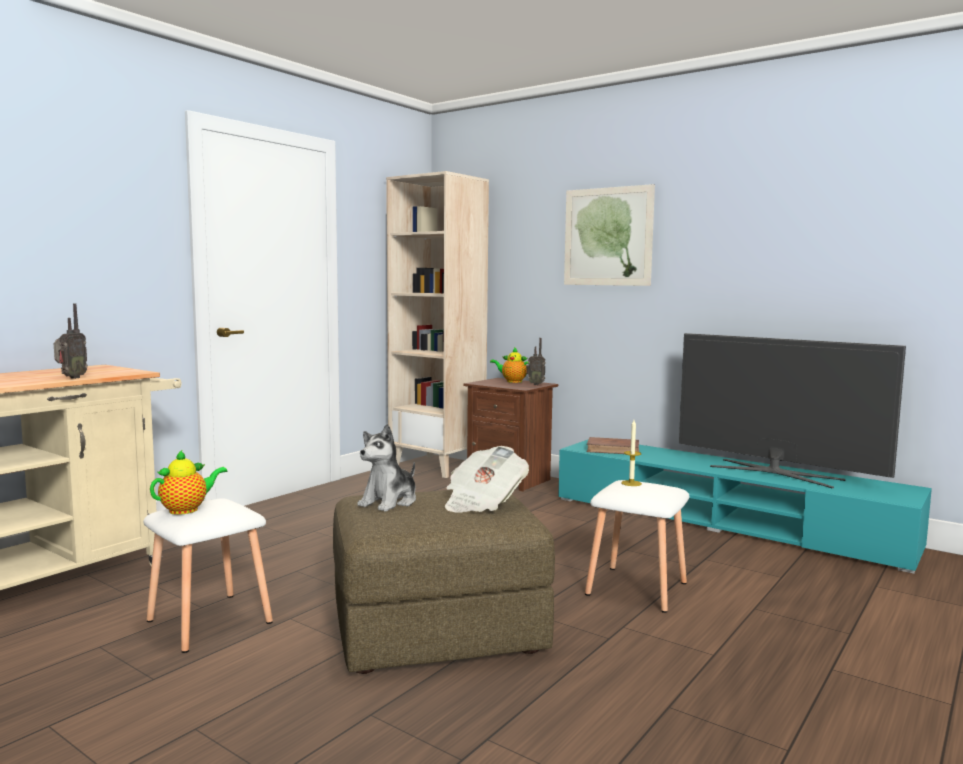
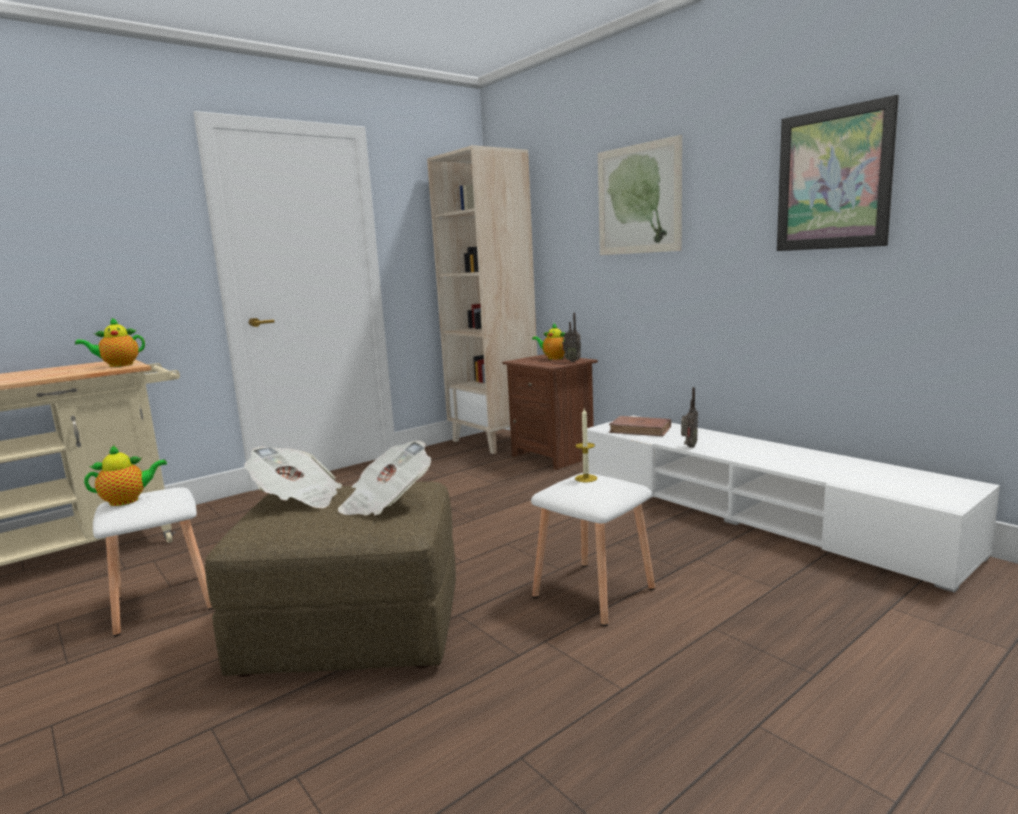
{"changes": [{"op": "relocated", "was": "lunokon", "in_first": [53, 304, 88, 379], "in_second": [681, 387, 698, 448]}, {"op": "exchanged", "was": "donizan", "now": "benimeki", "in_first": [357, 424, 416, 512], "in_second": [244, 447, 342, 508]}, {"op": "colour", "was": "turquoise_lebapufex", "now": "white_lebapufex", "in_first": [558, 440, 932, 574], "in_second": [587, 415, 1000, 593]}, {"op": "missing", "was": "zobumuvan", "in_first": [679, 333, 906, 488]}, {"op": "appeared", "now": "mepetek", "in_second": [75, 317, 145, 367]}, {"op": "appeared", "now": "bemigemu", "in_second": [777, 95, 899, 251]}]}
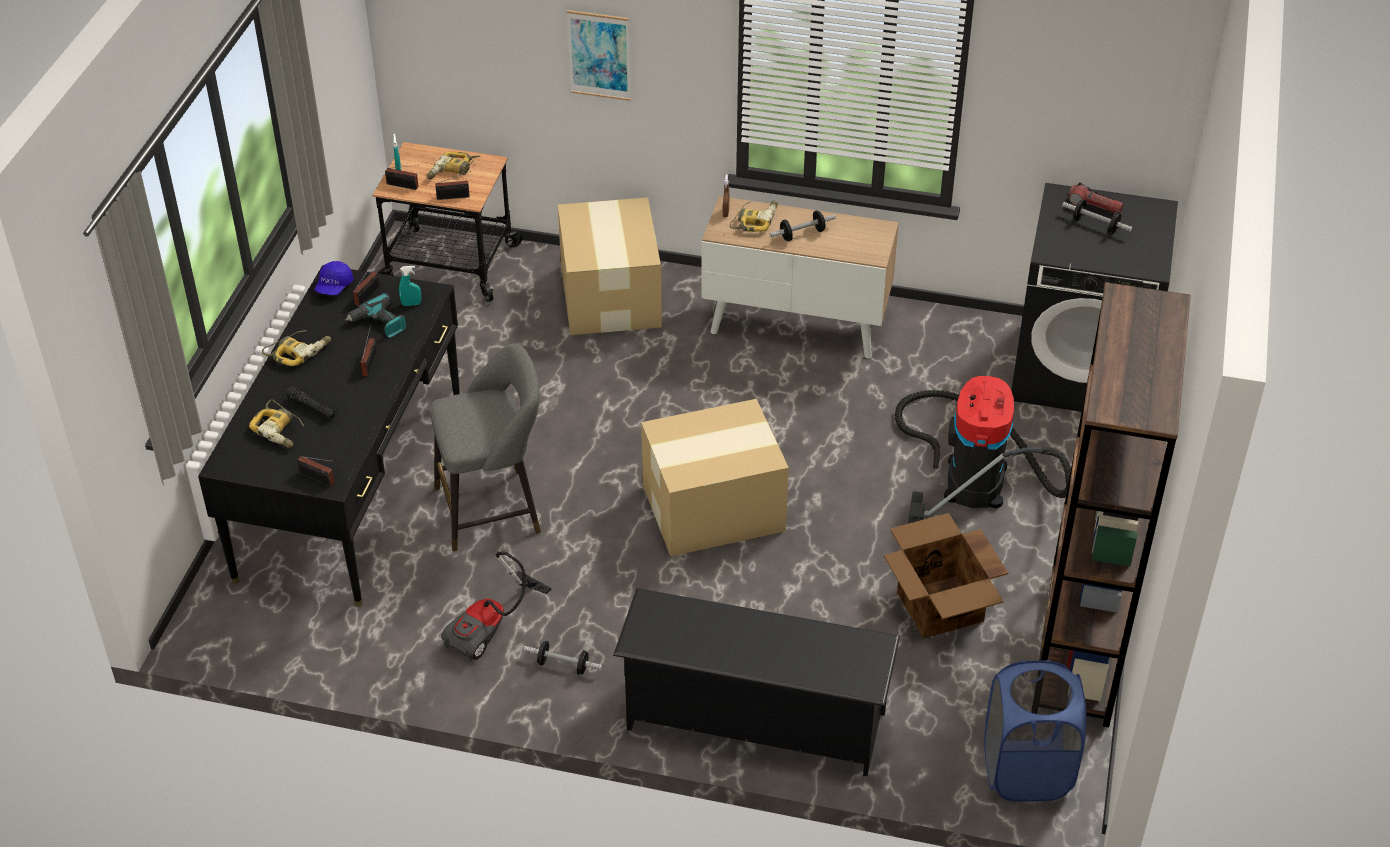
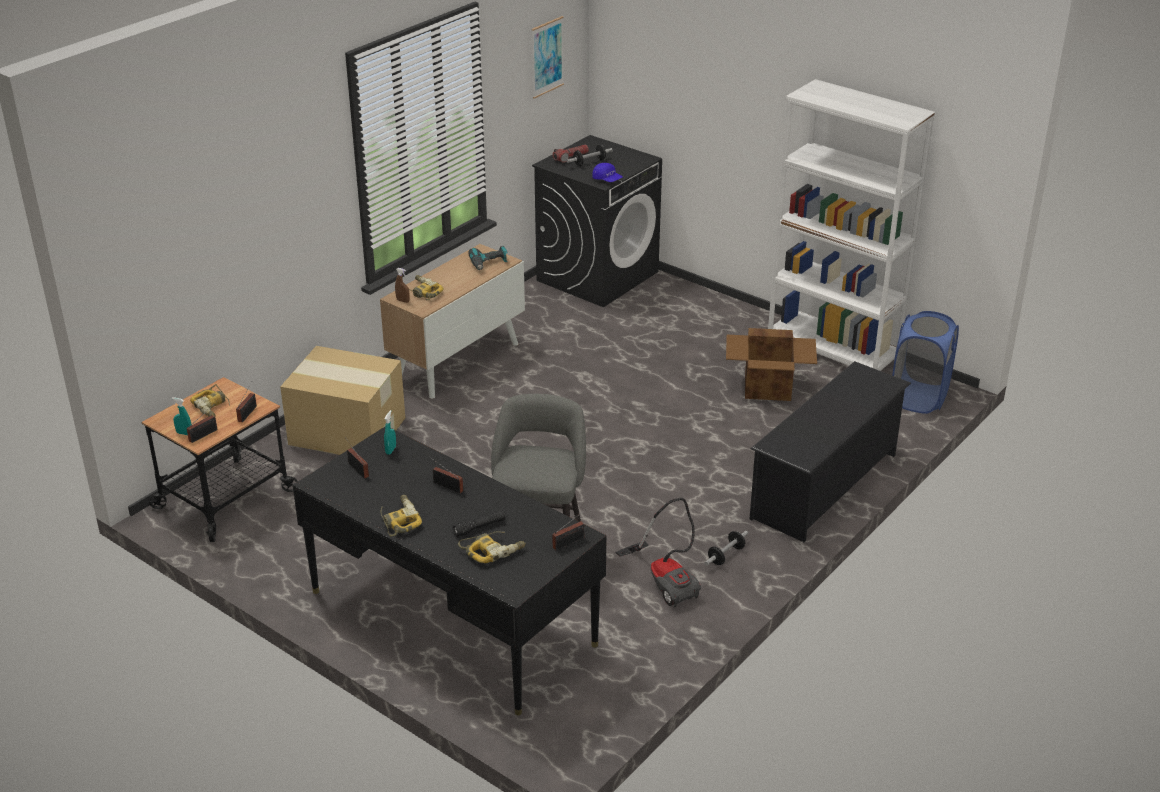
{"changes": [{"op": "relocated", "was": "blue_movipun", "in_first": [315, 261, 354, 295], "in_second": [593, 163, 623, 182]}, {"op": "relocated", "was": "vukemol", "in_first": [345, 293, 406, 338], "in_second": [468, 246, 508, 270]}, {"op": "relocated", "was": "bemigemu", "in_first": [567, 10, 631, 101], "in_second": [532, 16, 564, 99]}, {"op": "missing", "was": "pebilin", "in_first": [641, 399, 789, 557]}, {"op": "missing", "was": "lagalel", "in_first": [770, 211, 836, 241]}, {"op": "missing", "was": "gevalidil", "in_first": [895, 376, 1071, 524]}, {"op": "colour", "was": "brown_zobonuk", "now": "white_zobonuk", "in_first": [1039, 282, 1191, 728], "in_second": [768, 79, 935, 371]}]}
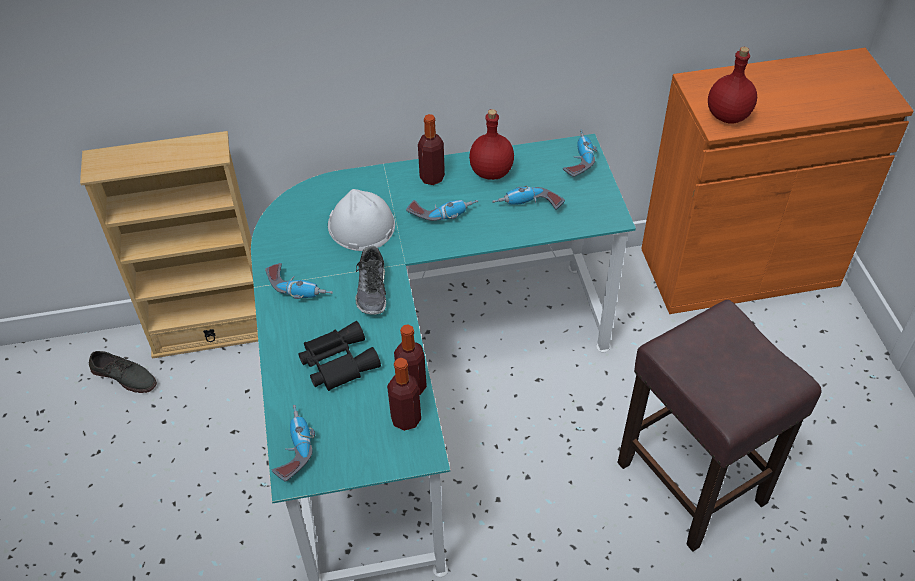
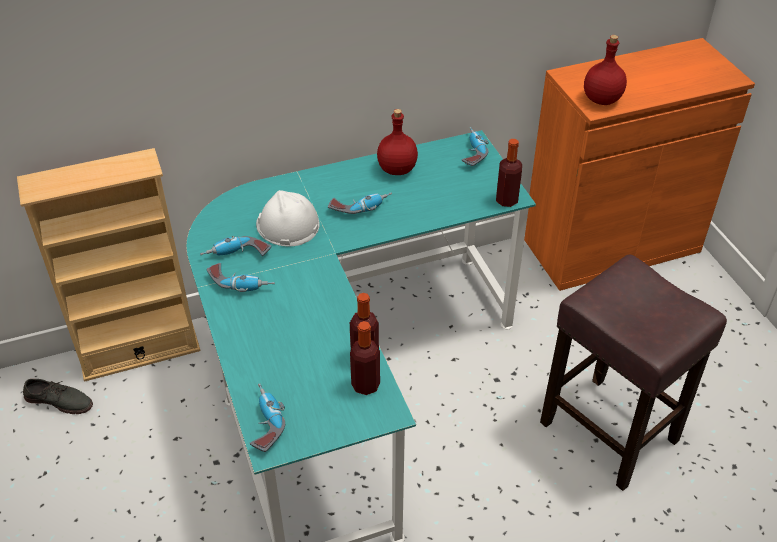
{"changes": [{"op": "missing", "was": "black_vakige", "in_first": [298, 321, 381, 391]}, {"op": "missing", "was": "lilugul", "in_first": [355, 246, 386, 315]}, {"op": "relocated", "was": "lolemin", "in_first": [418, 114, 445, 185], "in_second": [496, 139, 522, 207]}, {"op": "relocated", "was": "vukemol", "in_first": [492, 186, 565, 210], "in_second": [200, 236, 271, 256]}]}
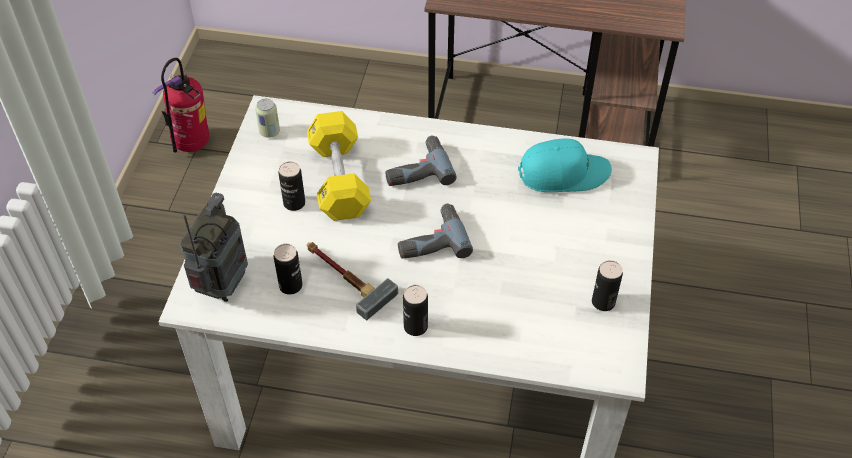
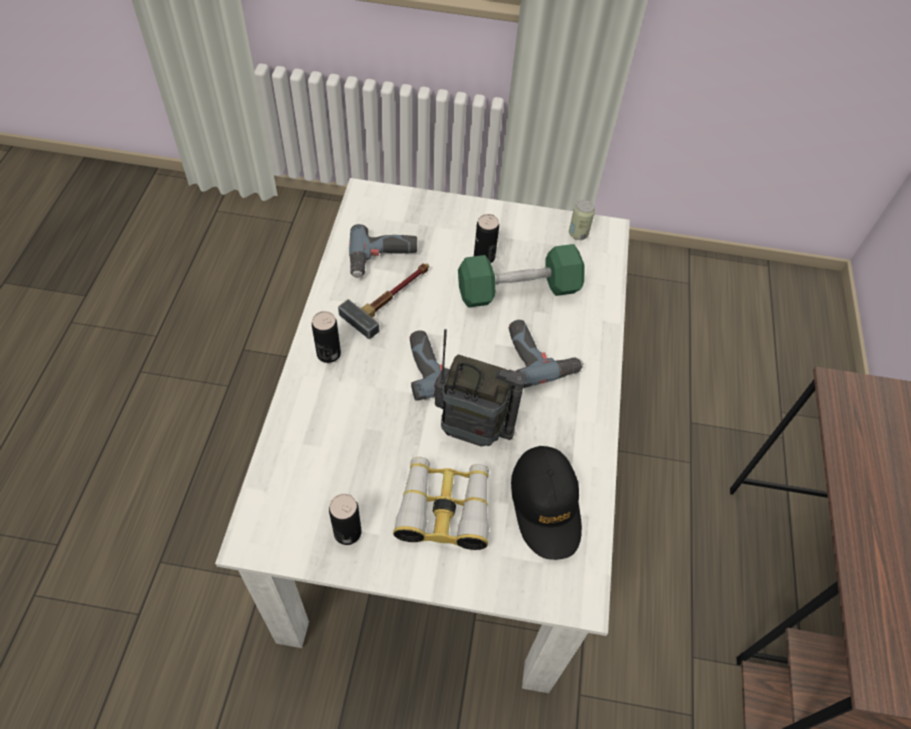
{"changes": [{"op": "missing", "was": "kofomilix", "in_first": [152, 58, 209, 153]}, {"op": "relocated", "was": "lunokon", "in_first": [180, 193, 248, 302], "in_second": [434, 329, 527, 447]}, {"op": "exchanged", "was": "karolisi", "now": "vukemol", "in_first": [274, 244, 303, 295], "in_second": [349, 224, 417, 278]}, {"op": "colour", "was": "yellow_lagalel", "now": "green_lagalel", "in_first": [307, 111, 371, 221], "in_second": [458, 244, 584, 308]}, {"op": "colour", "was": "turquoise_movipun", "now": "black_movipun", "in_first": [518, 138, 612, 192], "in_second": [511, 446, 582, 560]}, {"op": "appeared", "now": "vakige", "in_second": [393, 457, 489, 550]}]}
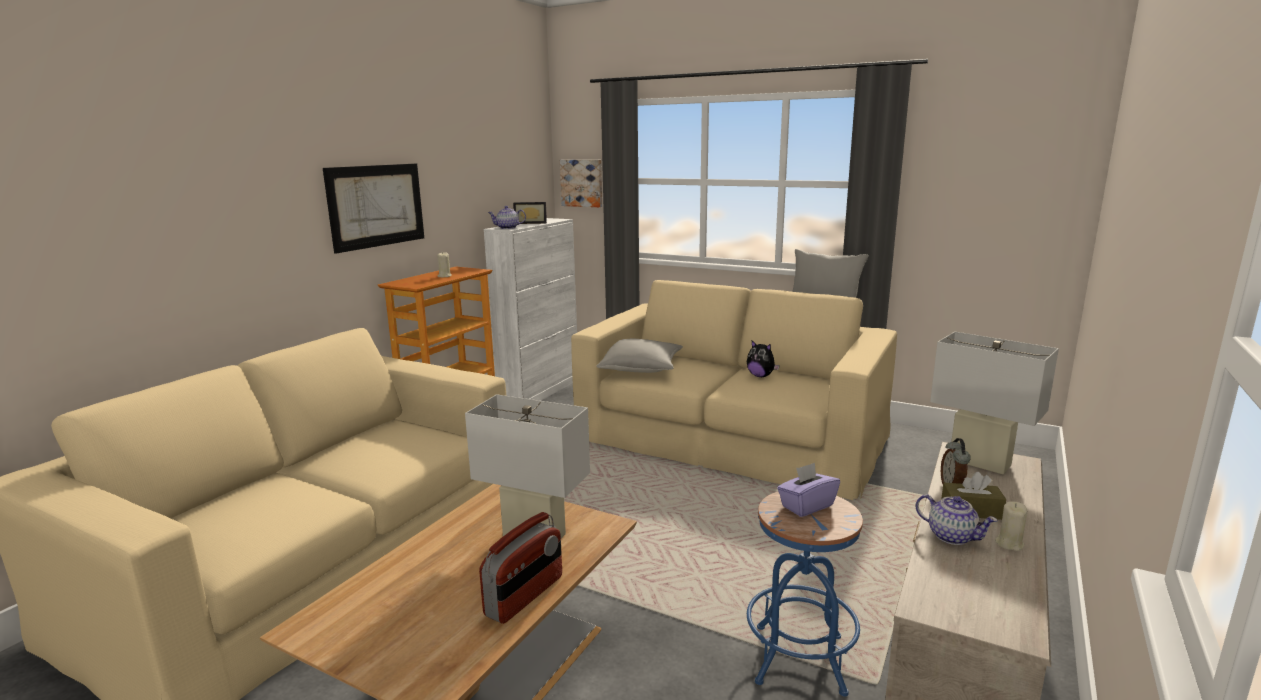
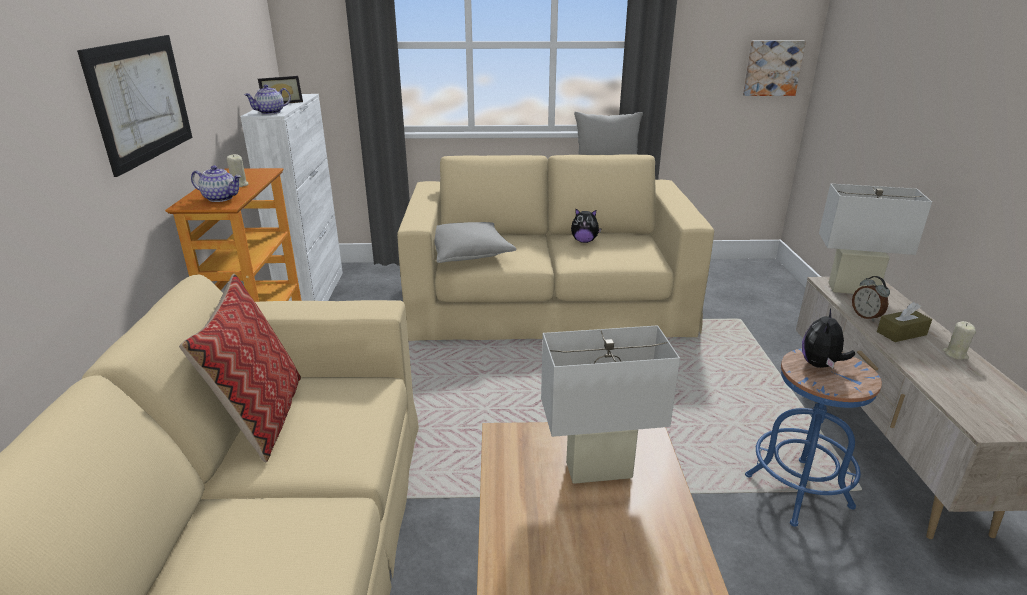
{"changes": [{"op": "missing", "was": "lunokon", "in_first": [479, 512, 562, 624]}, {"op": "relocated", "was": "bemigemu", "in_first": [560, 160, 602, 207], "in_second": [743, 41, 806, 96]}, {"op": "exchanged", "was": "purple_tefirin", "now": "donizan", "in_first": [777, 463, 840, 517], "in_second": [802, 309, 855, 368]}, {"op": "relocated", "was": "mepetek", "in_first": [916, 494, 998, 545], "in_second": [191, 165, 242, 202]}, {"op": "appeared", "now": "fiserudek", "in_second": [179, 274, 301, 462]}]}
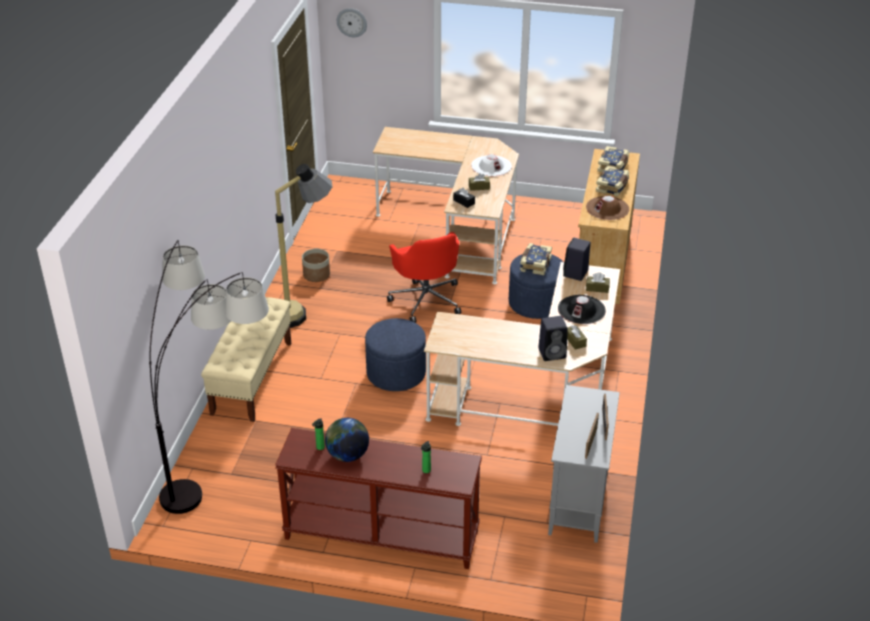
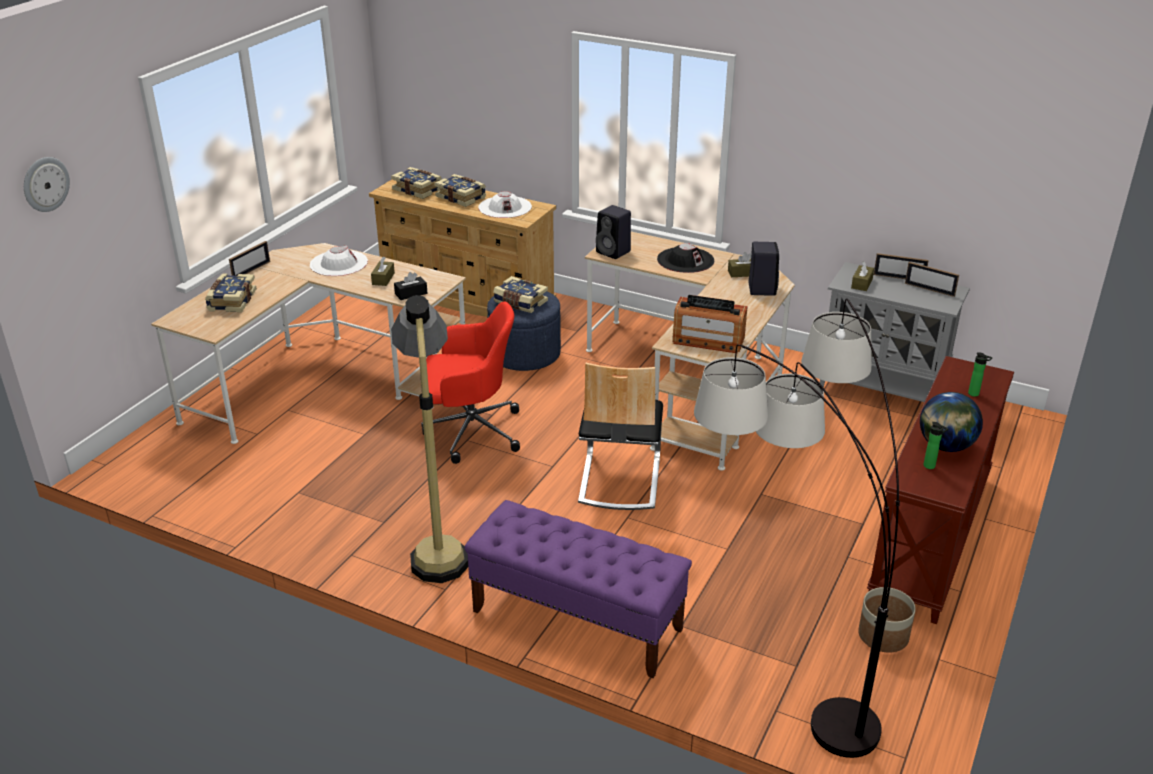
{"changes": [{"op": "colour", "was": "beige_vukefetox", "now": "purple_vukefetox", "in_first": [201, 297, 291, 422], "in_second": [465, 500, 692, 678]}, {"op": "relocated", "was": "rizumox", "in_first": [302, 249, 330, 282], "in_second": [858, 587, 916, 653]}, {"op": "exchanged", "was": "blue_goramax", "now": "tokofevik", "in_first": [365, 318, 426, 391], "in_second": [578, 363, 663, 510]}, {"op": "colour", "was": "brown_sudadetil", "now": "white_sudadetil", "in_first": [586, 196, 629, 220], "in_second": [478, 191, 532, 218]}, {"op": "relocated", "was": "brown_tefirin", "in_first": [586, 272, 610, 293], "in_second": [851, 261, 874, 291]}, {"op": "appeared", "now": "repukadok", "in_second": [205, 273, 257, 312]}, {"op": "appeared", "now": "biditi", "in_second": [229, 241, 270, 276]}, {"op": "appeared", "now": "lunokon", "in_second": [672, 295, 748, 353]}]}
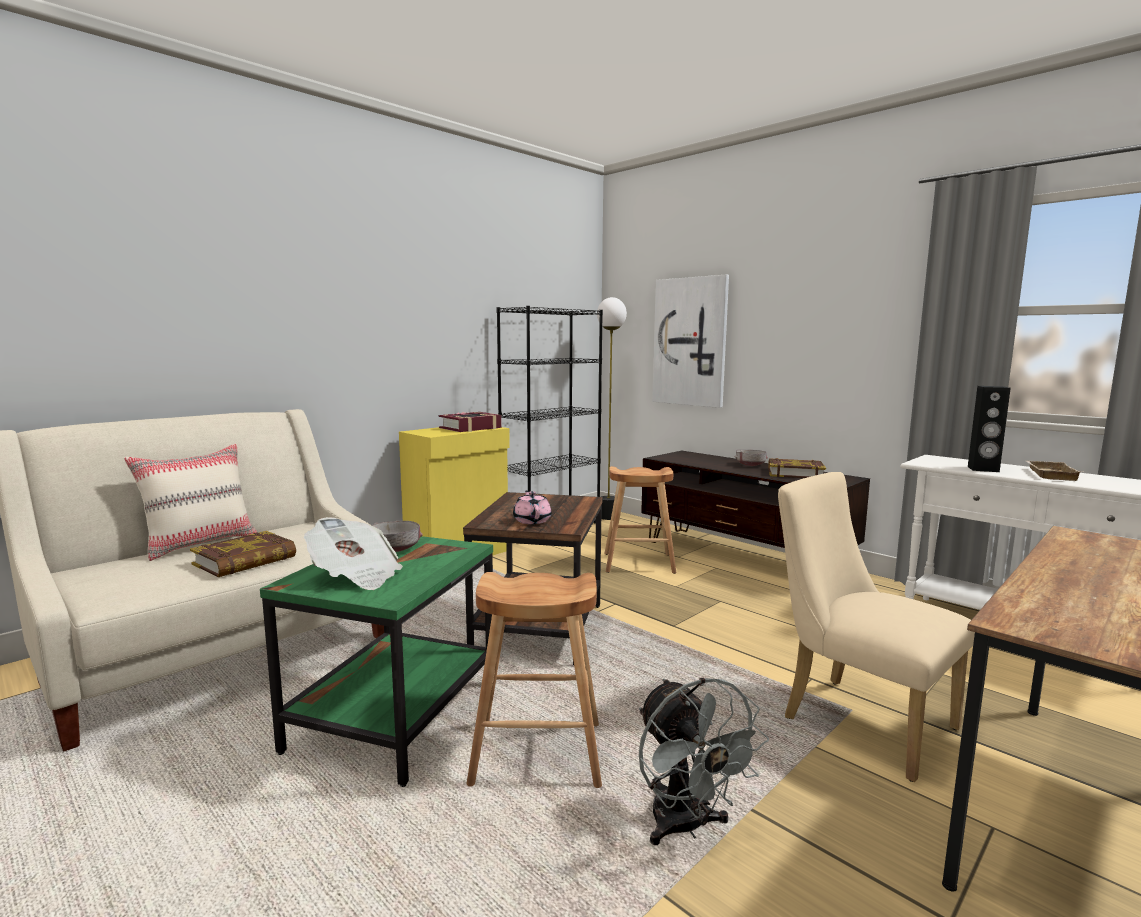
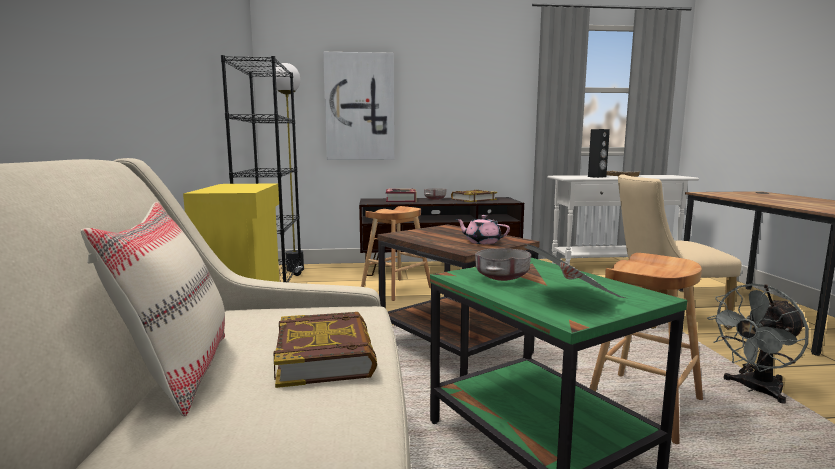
{"changes": [{"op": "relocated", "was": "repukadok", "in_first": [439, 411, 502, 432], "in_second": [386, 189, 416, 202]}, {"op": "spun", "was": "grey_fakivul", "in_first": [639, 678, 769, 845], "in_second": [707, 283, 809, 404], "clockwise": 135}]}
